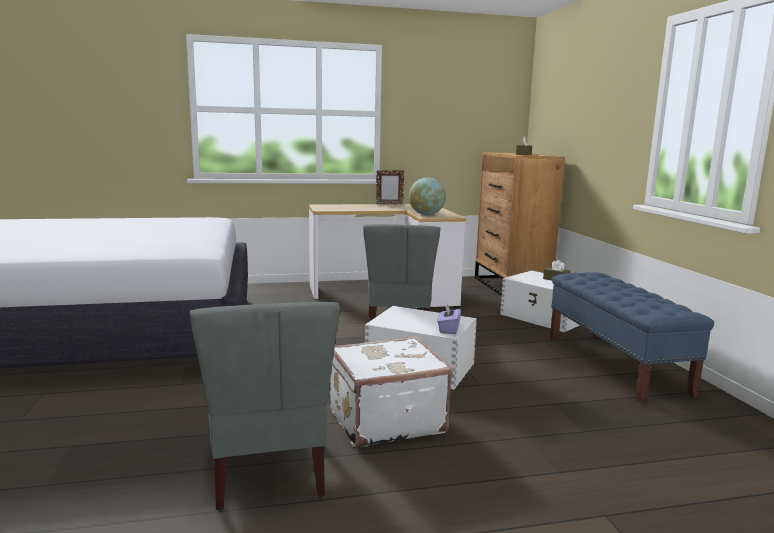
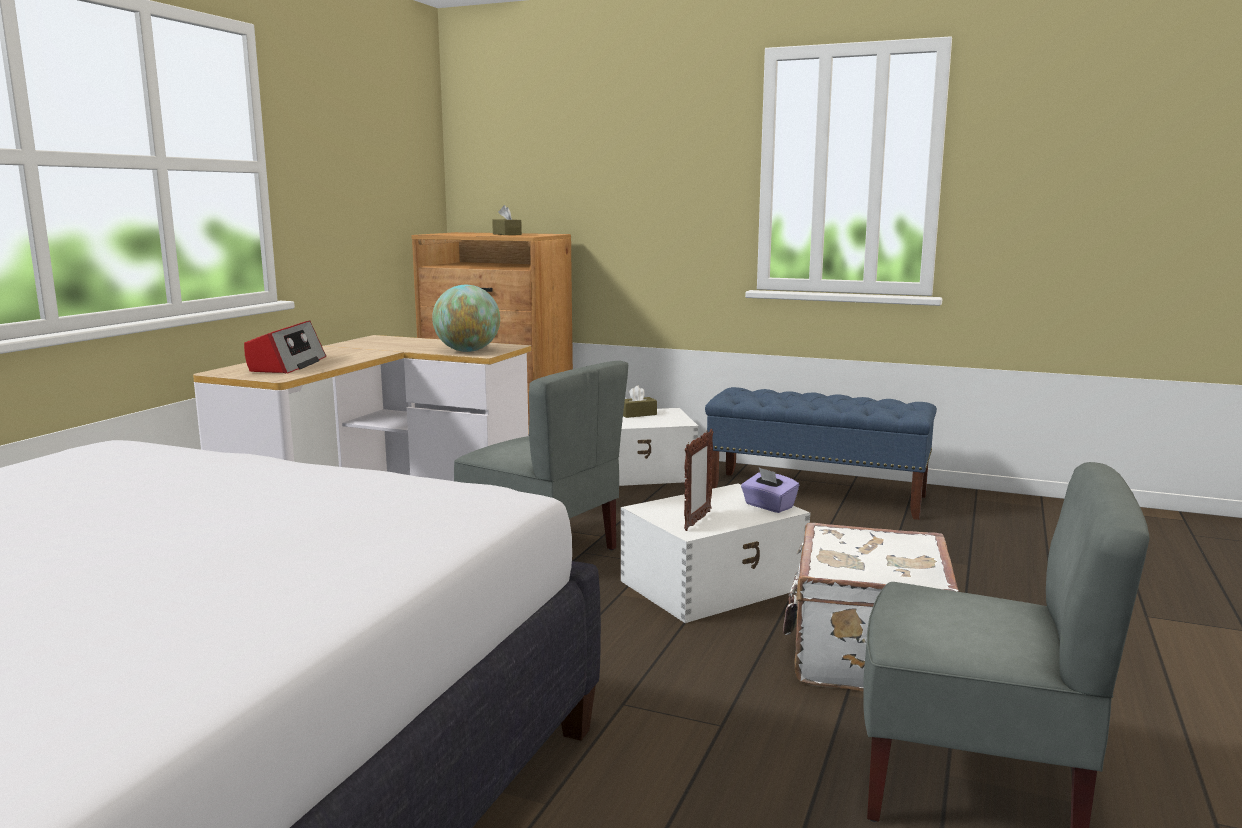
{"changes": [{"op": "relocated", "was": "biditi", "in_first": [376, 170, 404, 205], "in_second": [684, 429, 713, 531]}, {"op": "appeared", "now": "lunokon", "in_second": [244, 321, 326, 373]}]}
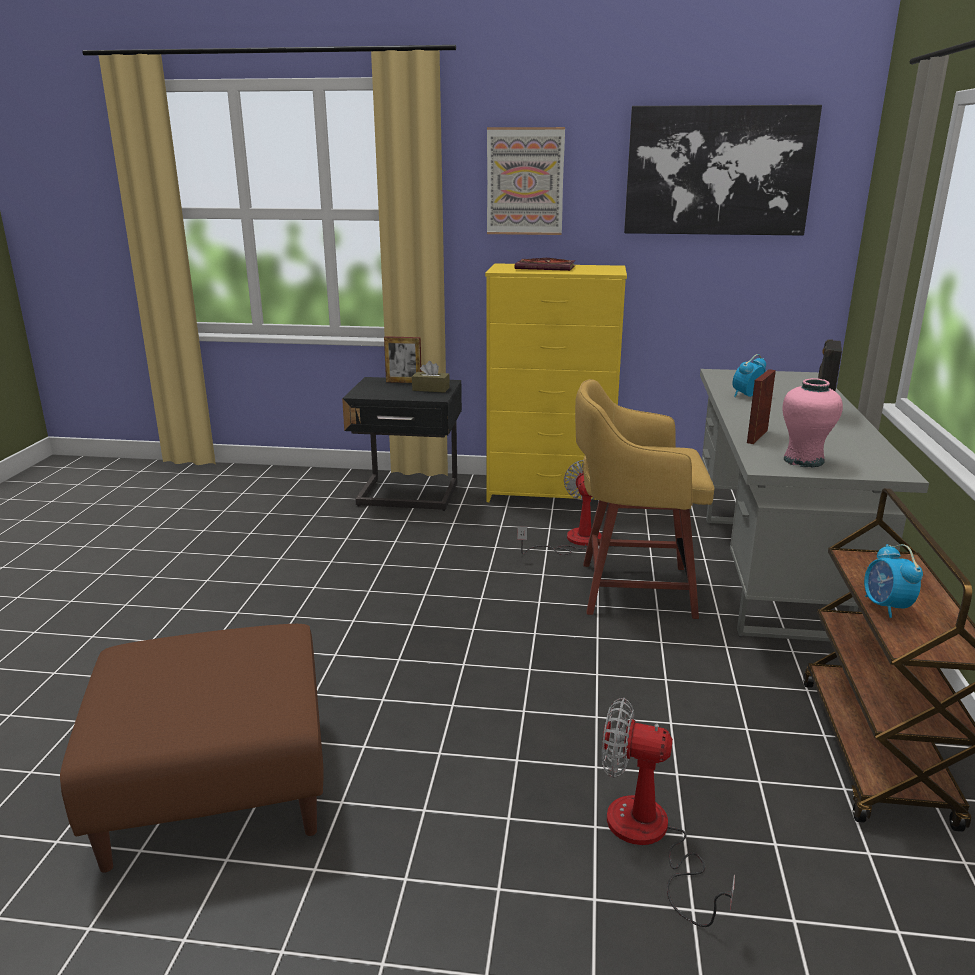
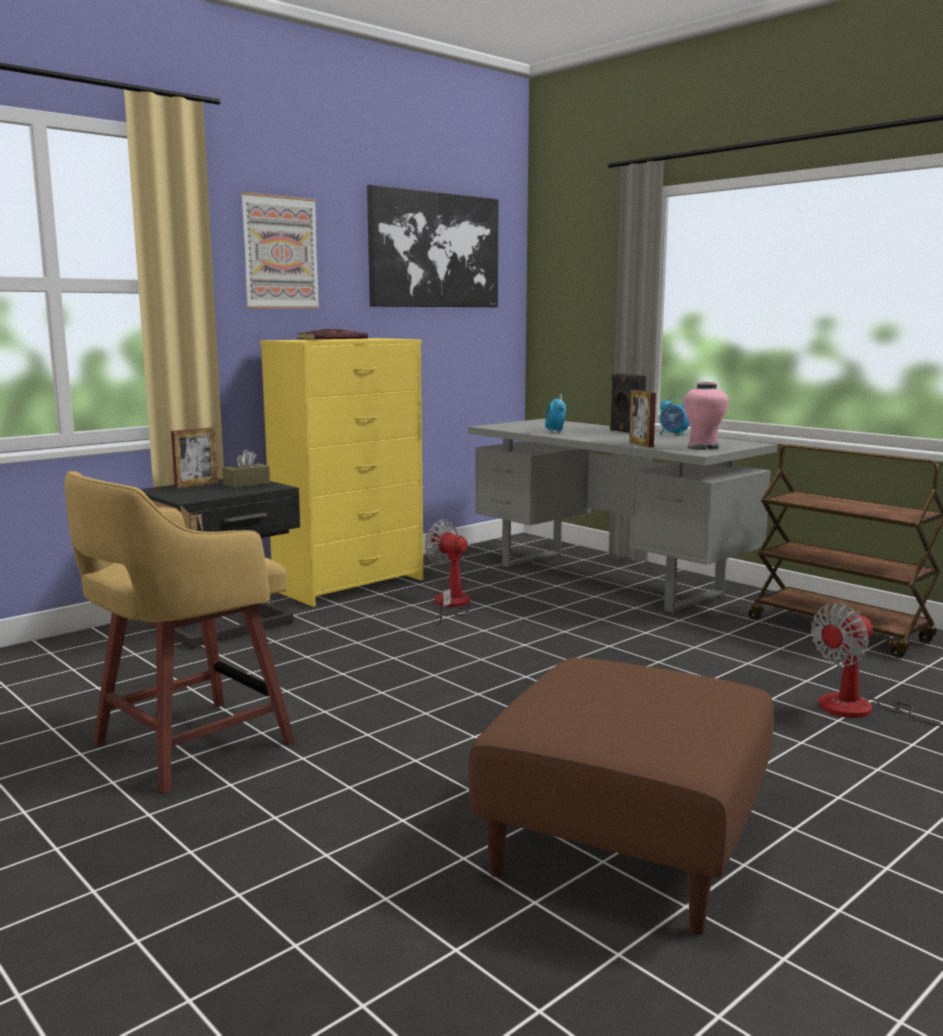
{"changes": [{"op": "relocated", "was": "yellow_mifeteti", "in_first": [575, 379, 714, 619], "in_second": [64, 471, 295, 794]}, {"op": "relocated", "was": "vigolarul", "in_first": [864, 544, 923, 618], "in_second": [660, 395, 690, 436]}]}
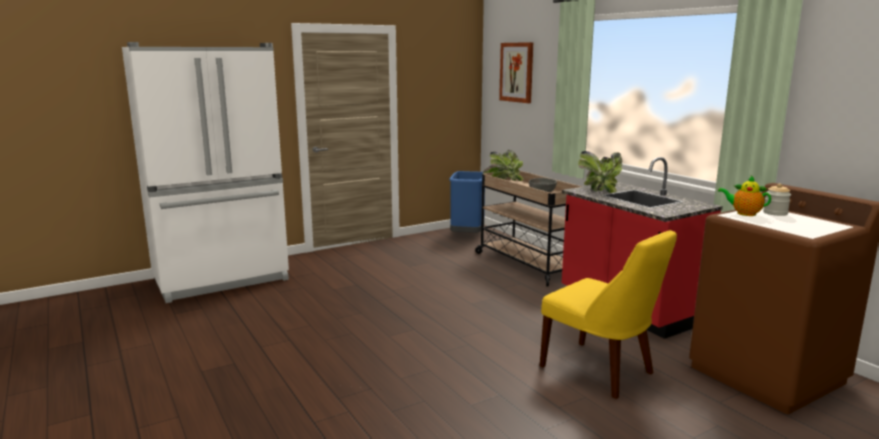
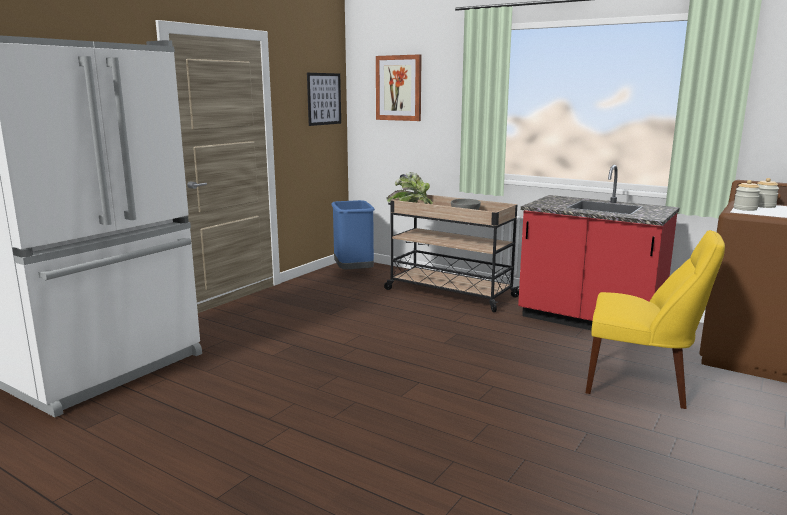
{"changes": [{"op": "missing", "was": "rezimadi", "in_first": [578, 151, 622, 193]}, {"op": "exchanged", "was": "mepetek", "now": "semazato", "in_first": [718, 176, 771, 216], "in_second": [734, 180, 761, 211]}, {"op": "appeared", "now": "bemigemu", "in_second": [307, 73, 341, 126]}]}
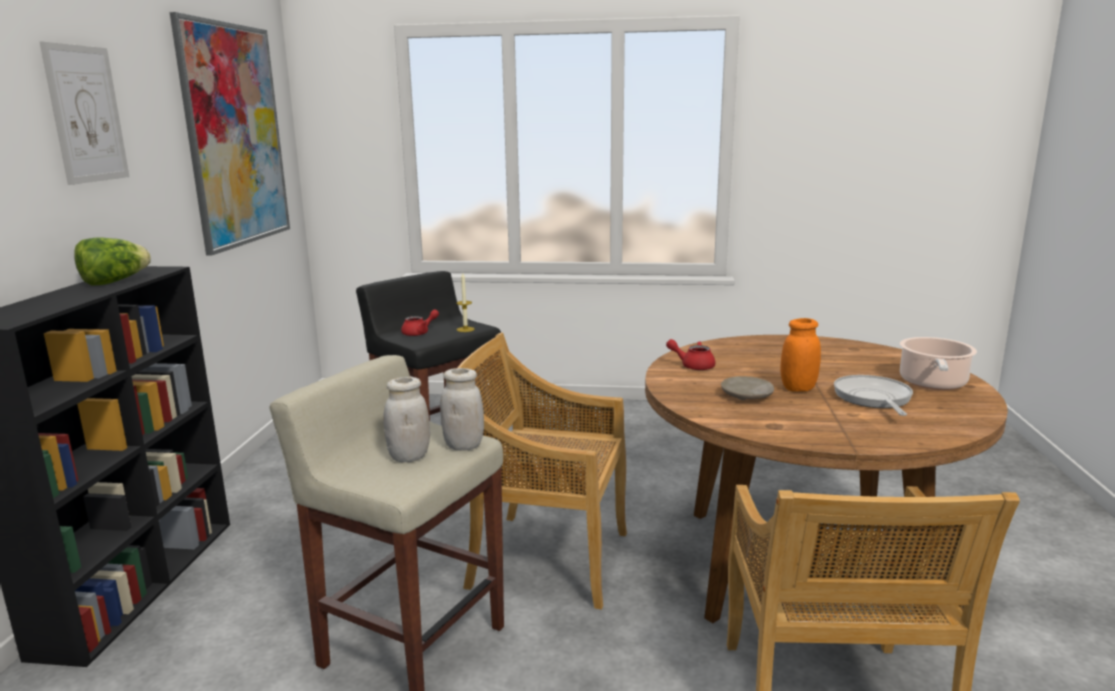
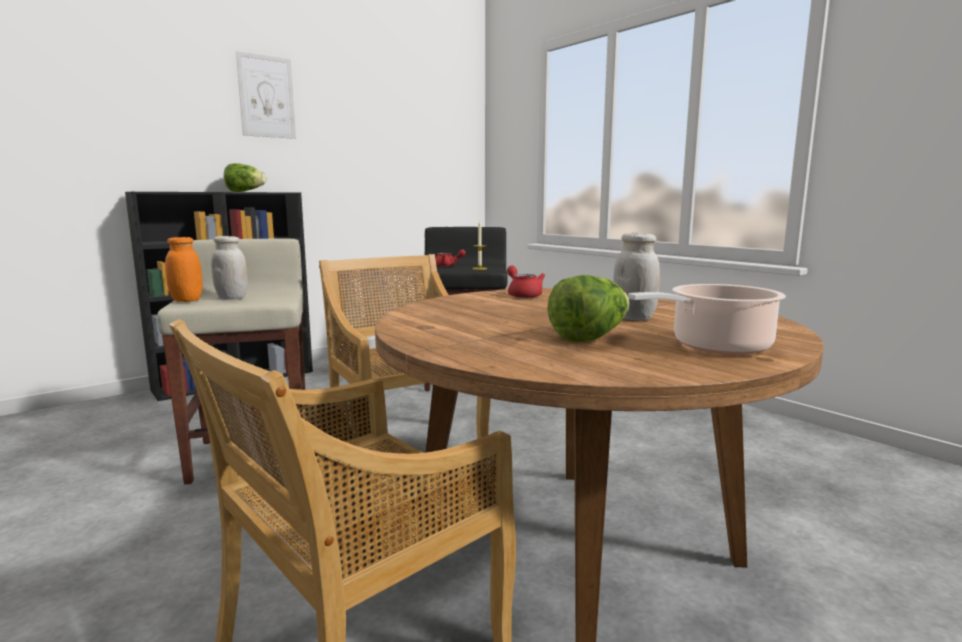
{"changes": [{"op": "missing", "was": "bemigemu", "in_first": [170, 12, 290, 255]}, {"op": "relocated", "was": "white_semazato", "in_first": [440, 368, 484, 451], "in_second": [613, 233, 660, 320]}, {"op": "missing", "was": "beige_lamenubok", "in_first": [721, 376, 774, 400]}, {"op": "relocated", "was": "orange_semazato", "in_first": [780, 318, 821, 392], "in_second": [165, 237, 203, 302]}, {"op": "exchanged", "was": "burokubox", "now": "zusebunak", "in_first": [834, 375, 913, 416], "in_second": [547, 275, 629, 342]}]}
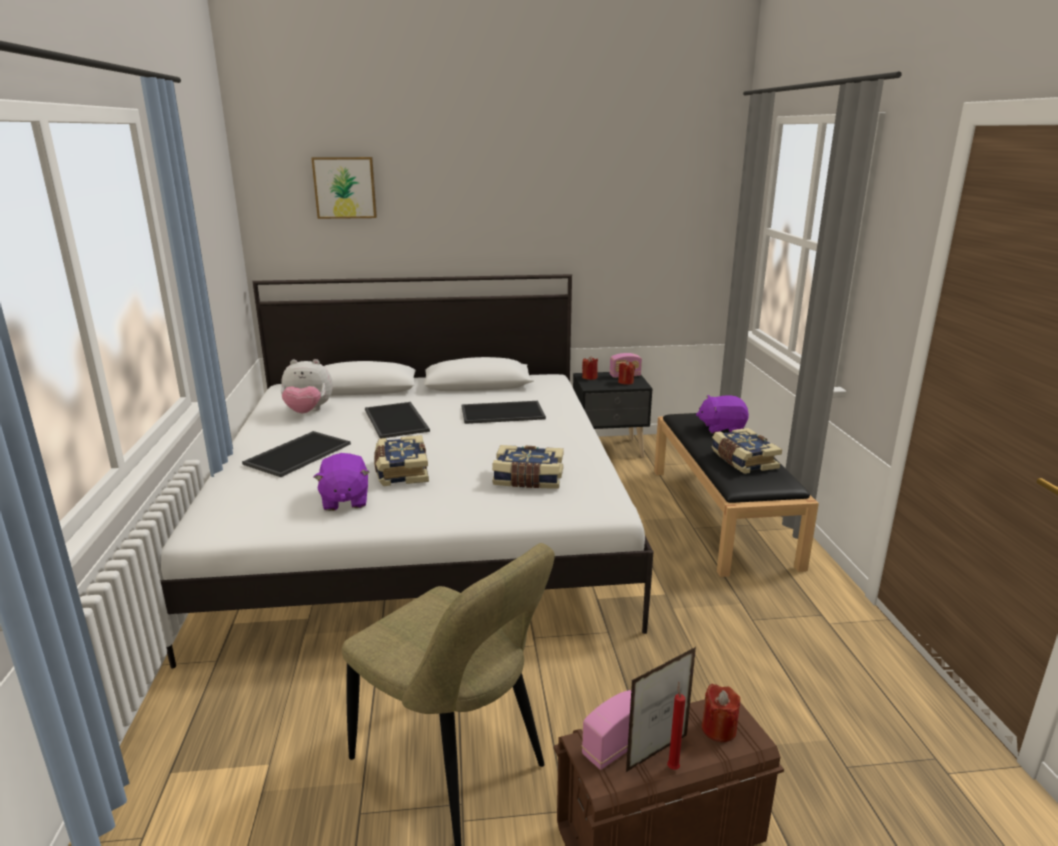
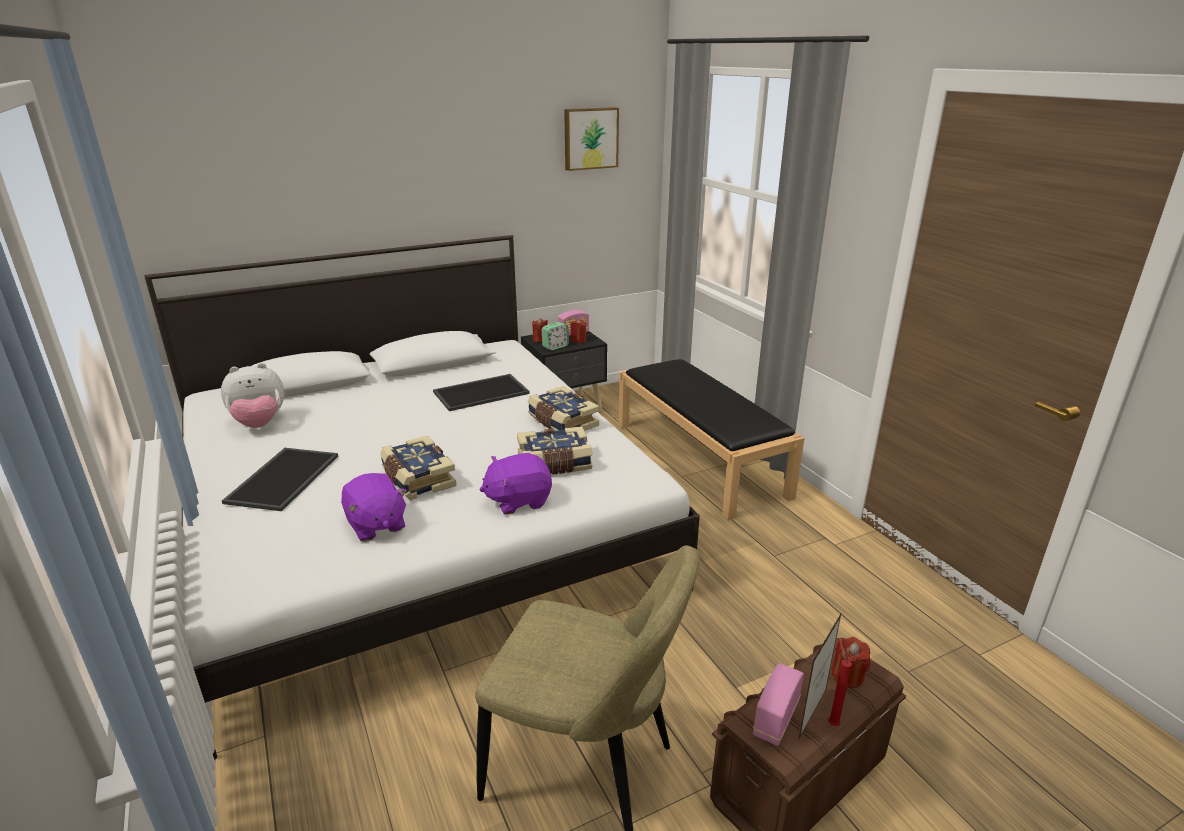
{"changes": [{"op": "relocated", "was": "bemigemu", "in_first": [311, 157, 377, 219], "in_second": [564, 107, 619, 171]}, {"op": "missing", "was": "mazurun", "in_first": [365, 402, 430, 439]}, {"op": "relocated", "was": "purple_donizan", "in_first": [696, 395, 749, 434], "in_second": [480, 453, 552, 515]}, {"op": "relocated", "was": "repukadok", "in_first": [711, 428, 782, 474], "in_second": [528, 386, 599, 431]}, {"op": "appeared", "now": "vigolarul", "in_second": [542, 322, 569, 350]}]}
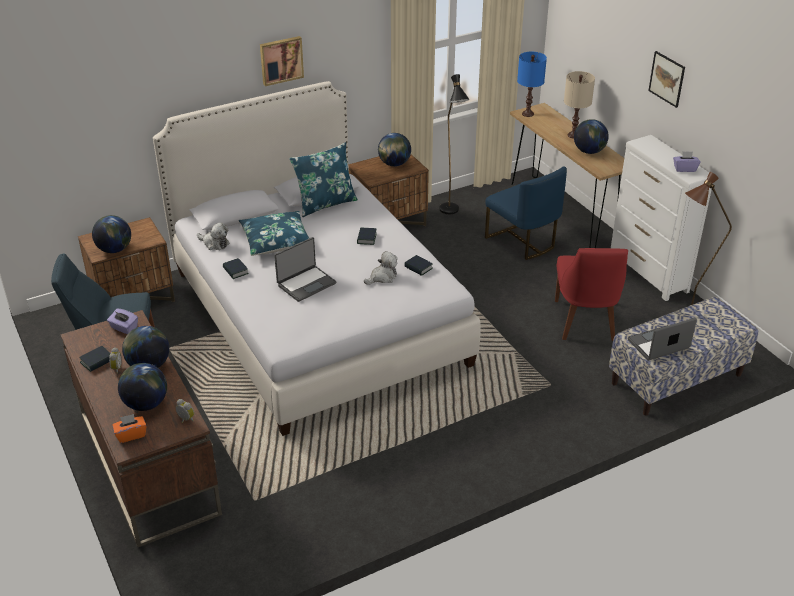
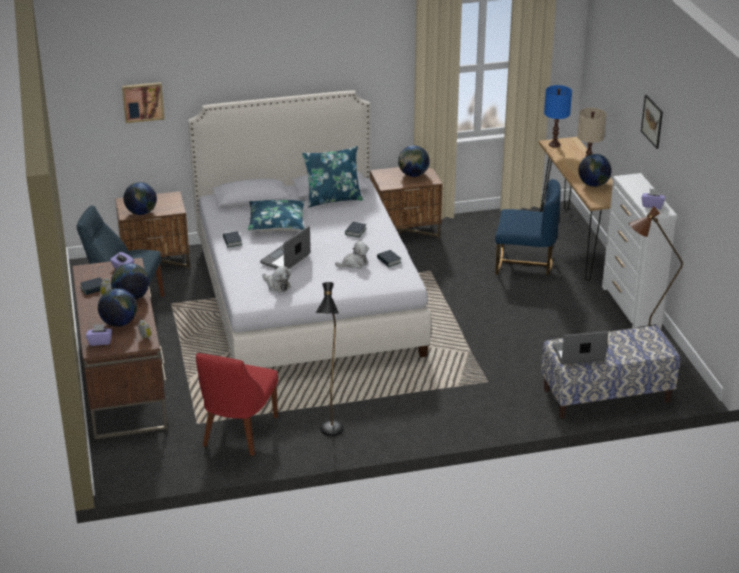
{"changes": [{"op": "colour", "was": "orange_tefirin", "now": "purple_tefirin", "in_first": [112, 414, 146, 443], "in_second": [86, 324, 112, 346]}, {"op": "relocated", "was": "donizan", "in_first": [197, 223, 230, 250], "in_second": [262, 266, 291, 292]}, {"op": "relocated", "was": "bemigemu", "in_first": [260, 36, 304, 86], "in_second": [122, 82, 164, 123]}, {"op": "spun", "was": "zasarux", "in_first": [274, 237, 336, 302], "in_second": [260, 226, 311, 269], "clockwise": 150}, {"op": "relocated", "was": "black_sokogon", "in_first": [439, 74, 470, 214], "in_second": [316, 282, 344, 436]}, {"op": "spun", "was": "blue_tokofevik", "in_first": [485, 166, 567, 260], "in_second": [495, 179, 561, 275], "clockwise": -60}, {"op": "relocated", "was": "red_tokofevik", "in_first": [555, 248, 628, 341], "in_second": [196, 353, 278, 456]}]}
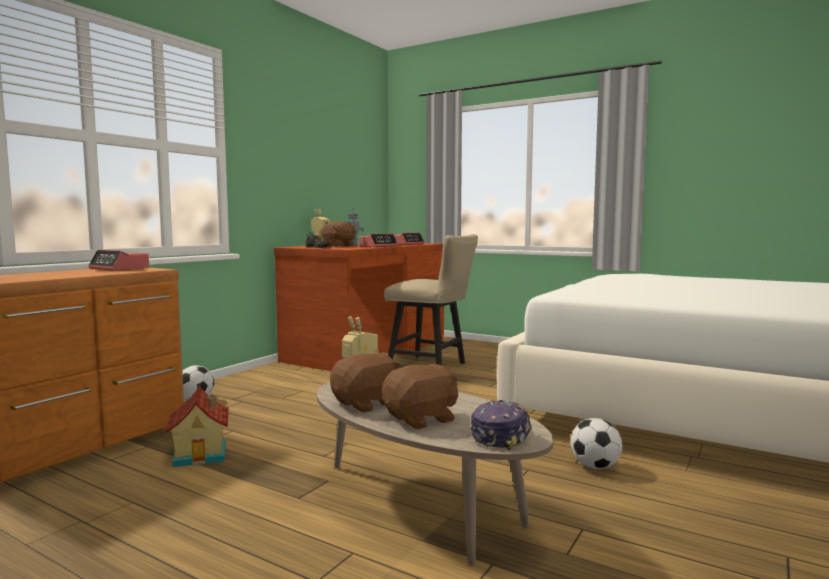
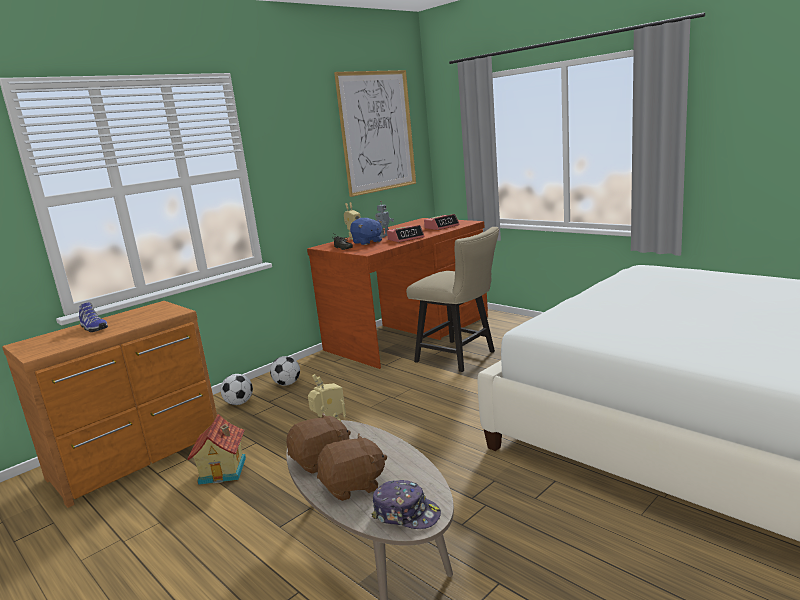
{"changes": [{"op": "missing", "was": "vigolarul", "in_first": [88, 250, 149, 271]}, {"op": "colour", "was": "brown_donizan", "now": "blue_donizan", "in_first": [321, 221, 356, 247], "in_second": [350, 218, 382, 245]}, {"op": "spun", "was": "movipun", "in_first": [470, 400, 532, 450], "in_second": [371, 480, 441, 529], "clockwise": 75}, {"op": "relocated", "was": "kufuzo", "in_first": [571, 418, 623, 469], "in_second": [270, 356, 300, 386]}, {"op": "appeared", "now": "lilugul", "in_second": [79, 302, 108, 332]}, {"op": "appeared", "now": "bemigemu", "in_second": [334, 70, 416, 197]}]}
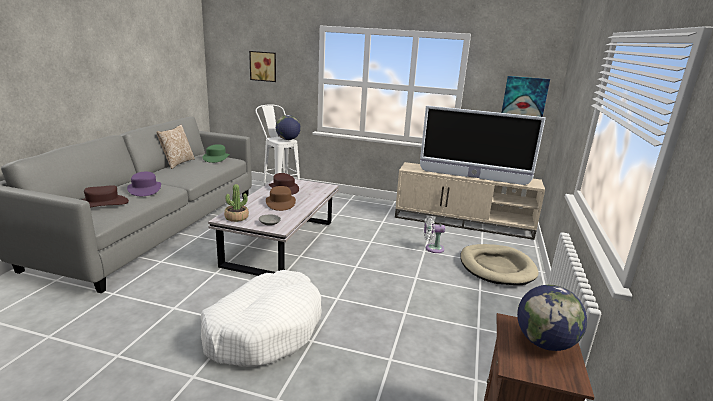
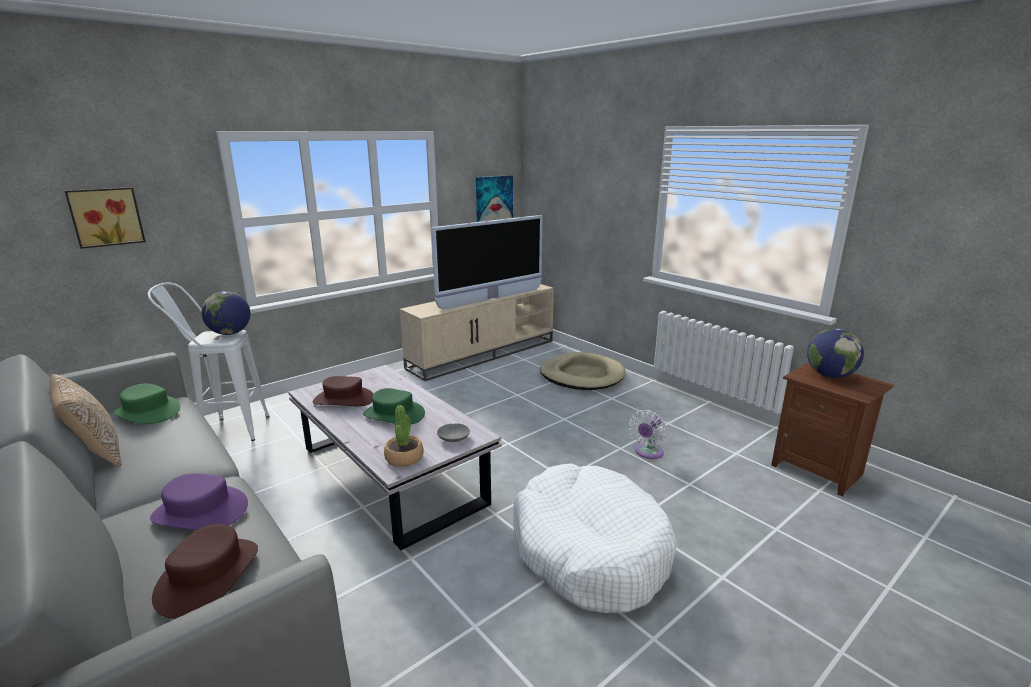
{"changes": [{"op": "colour", "was": "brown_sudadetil", "now": "green_sudadetil", "in_first": [266, 186, 296, 211], "in_second": [363, 388, 425, 424]}, {"op": "relocated", "was": "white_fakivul", "in_first": [424, 216, 445, 253], "in_second": [629, 410, 667, 459]}]}
